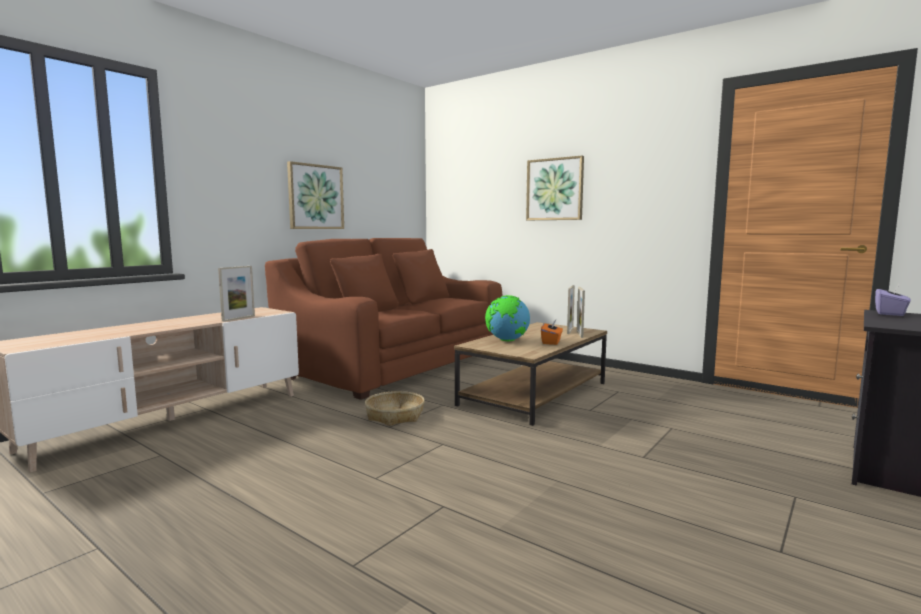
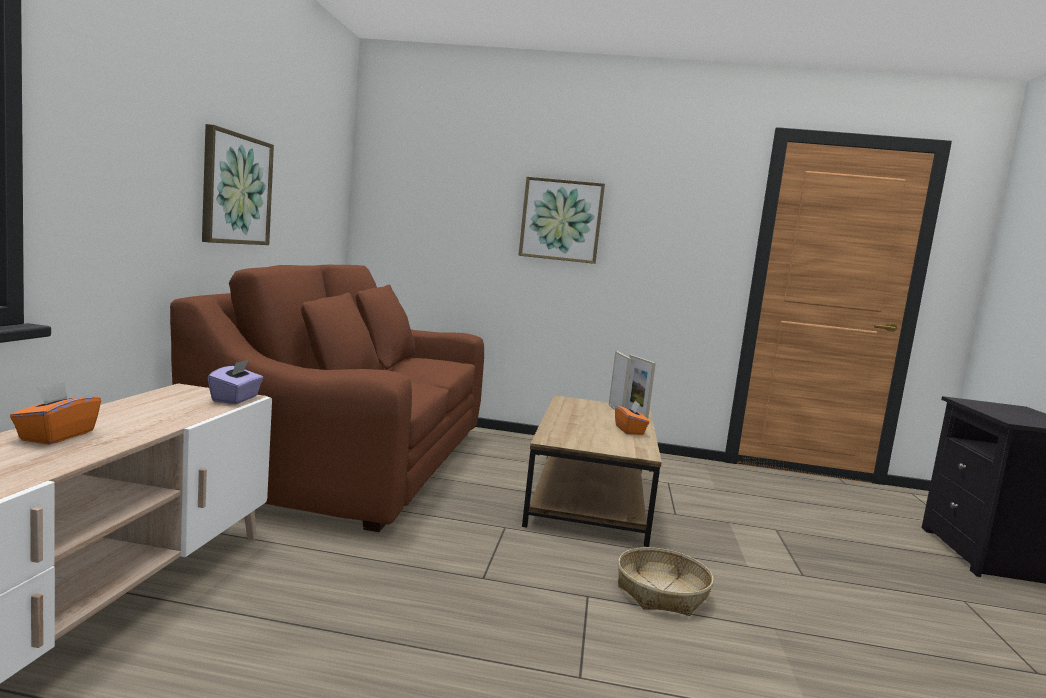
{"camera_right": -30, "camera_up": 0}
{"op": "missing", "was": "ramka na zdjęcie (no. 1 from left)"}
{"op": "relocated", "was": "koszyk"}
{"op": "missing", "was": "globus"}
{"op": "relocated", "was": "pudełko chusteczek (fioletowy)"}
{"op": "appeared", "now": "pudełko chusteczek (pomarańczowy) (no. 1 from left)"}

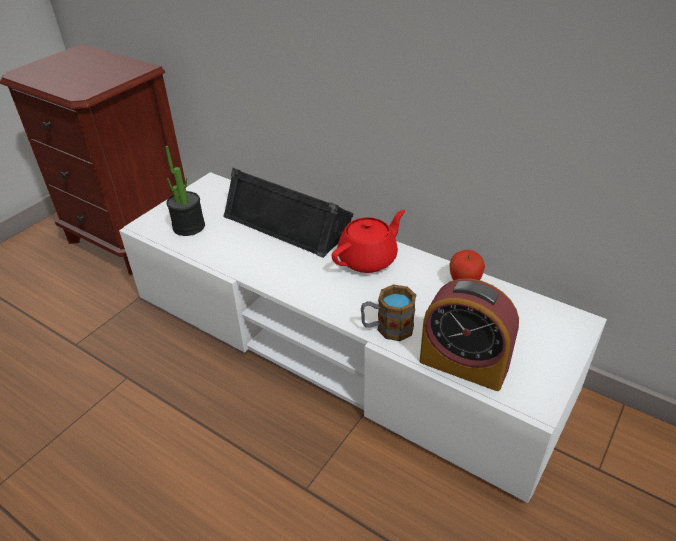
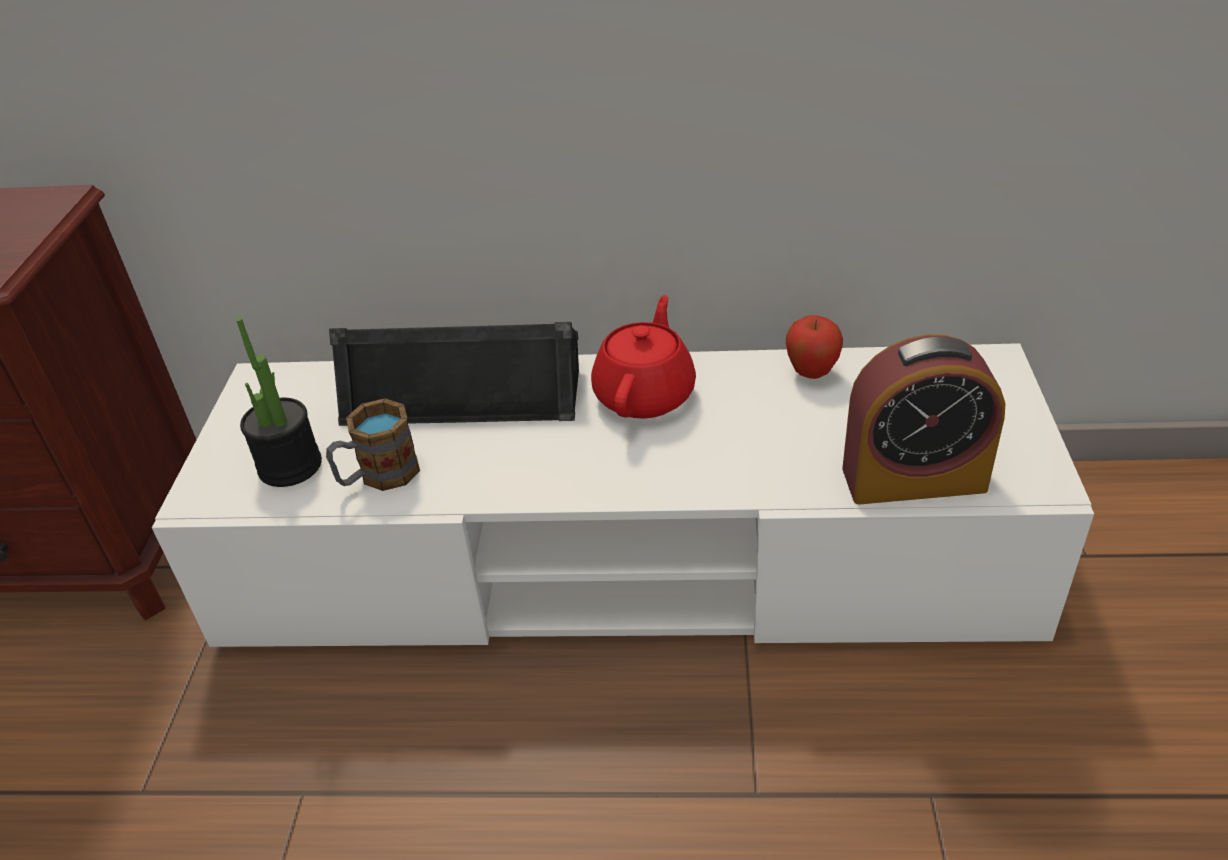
{"camera_right": -30, "camera_up": 0}
{"op": "relocated", "was": "kubek"}

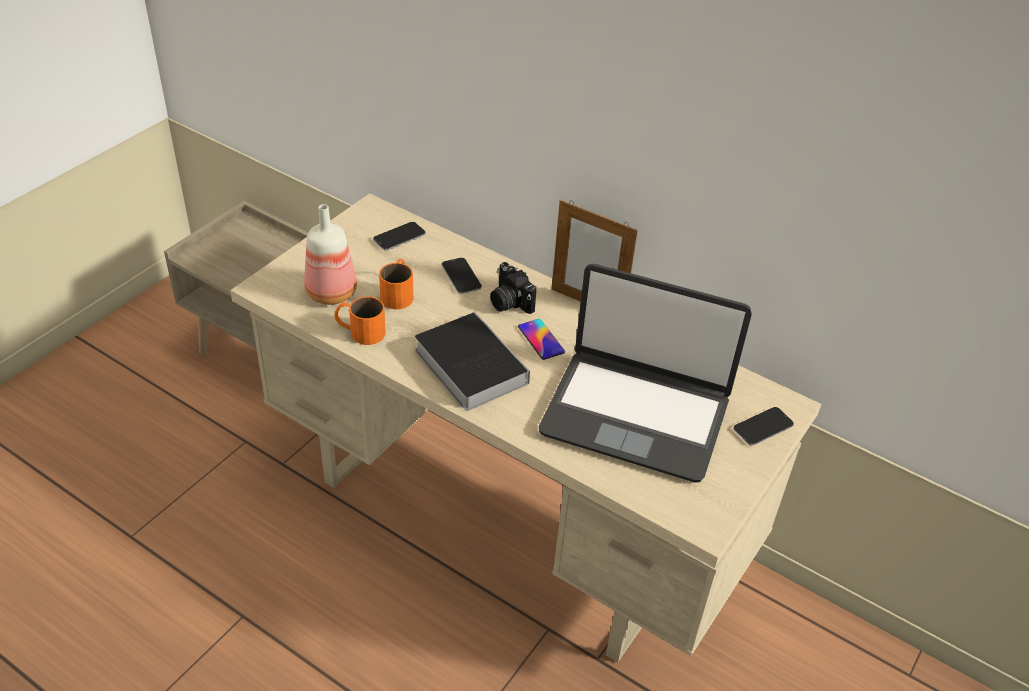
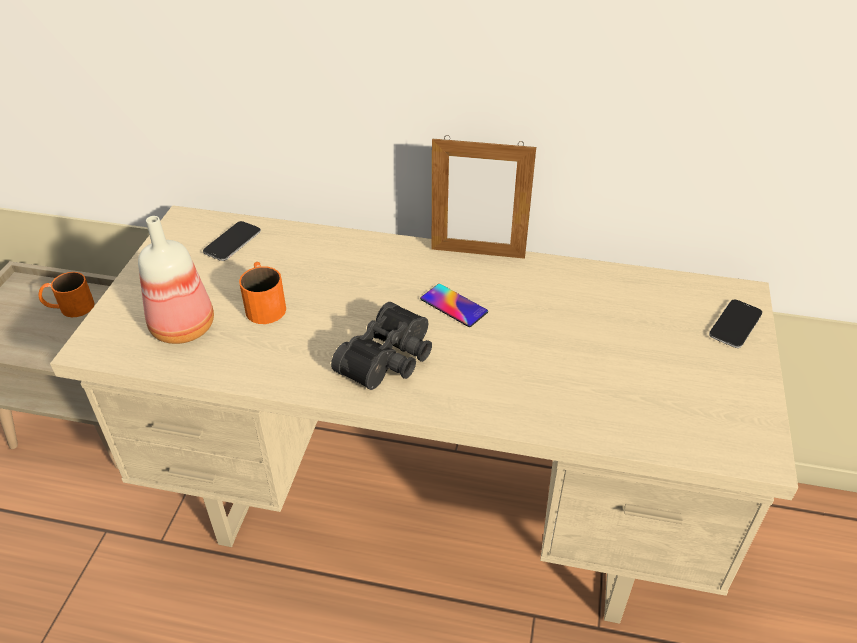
{"camera_right": -20, "camera_up": 0}
{"op": "relocated", "was": "kubek (pomarańczowy) (no. 1 from left)"}
{"op": "exchanged", "was": "książka", "now": "lornetka (czarny)"}
{"op": "missing", "was": "telefon (no. 2 from left)"}
{"op": "missing", "was": "aparat fotograficzny"}
{"op": "missing", "was": "laptop"}

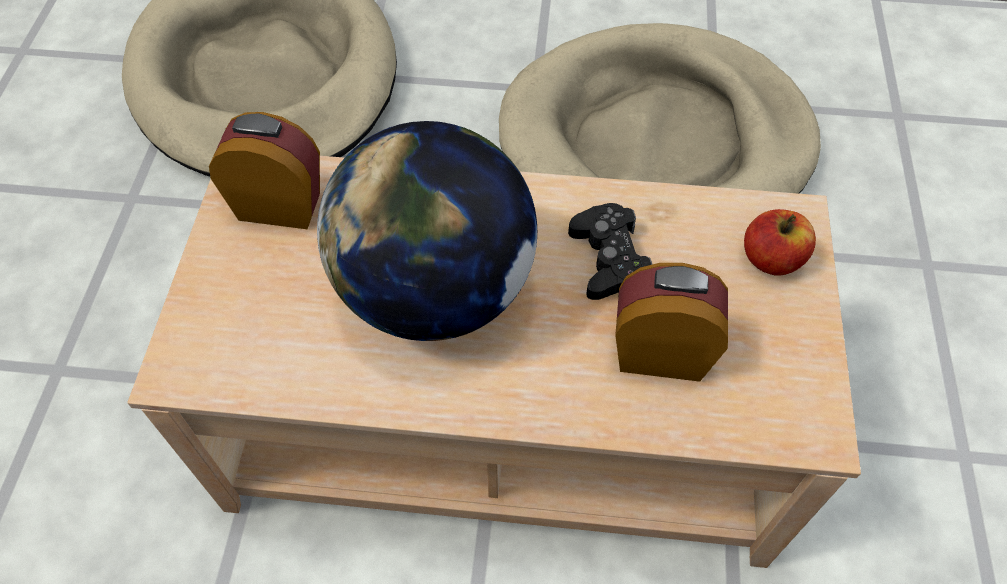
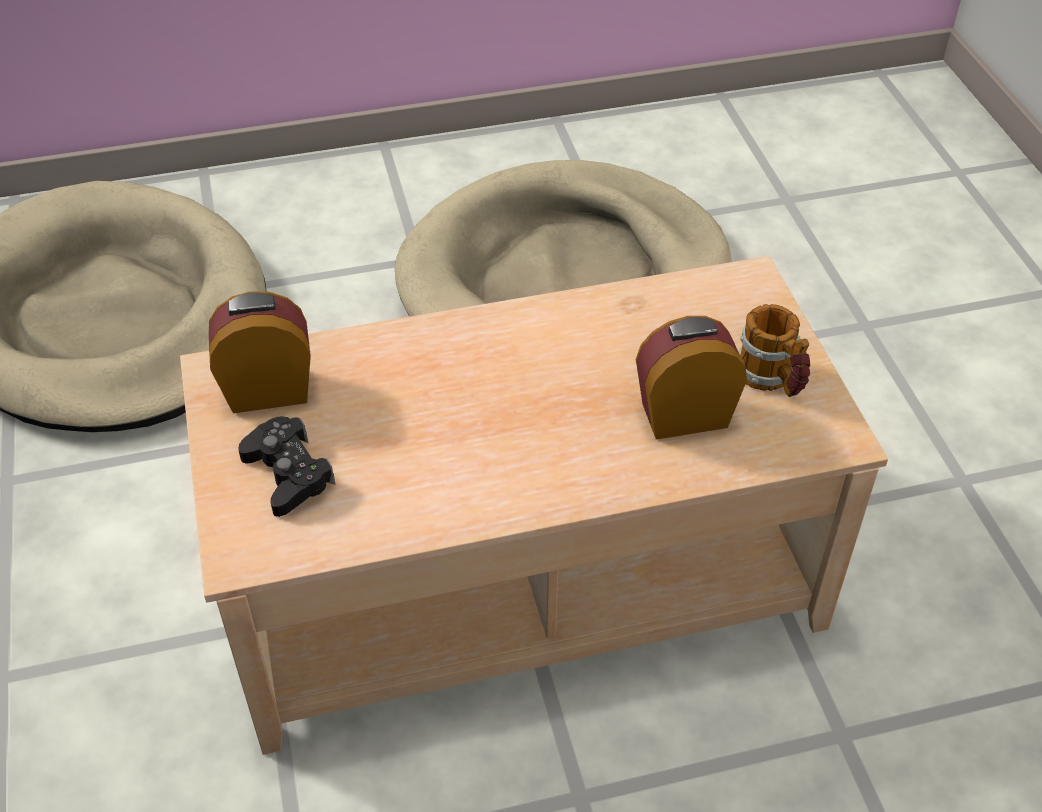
{"camera_right": -20, "camera_up": -10}
{"op": "missing", "was": "globus"}
{"op": "relocated", "was": "pad do gier (czarny)"}
{"op": "missing", "was": "jabłko"}
{"op": "appeared", "now": "kubek"}

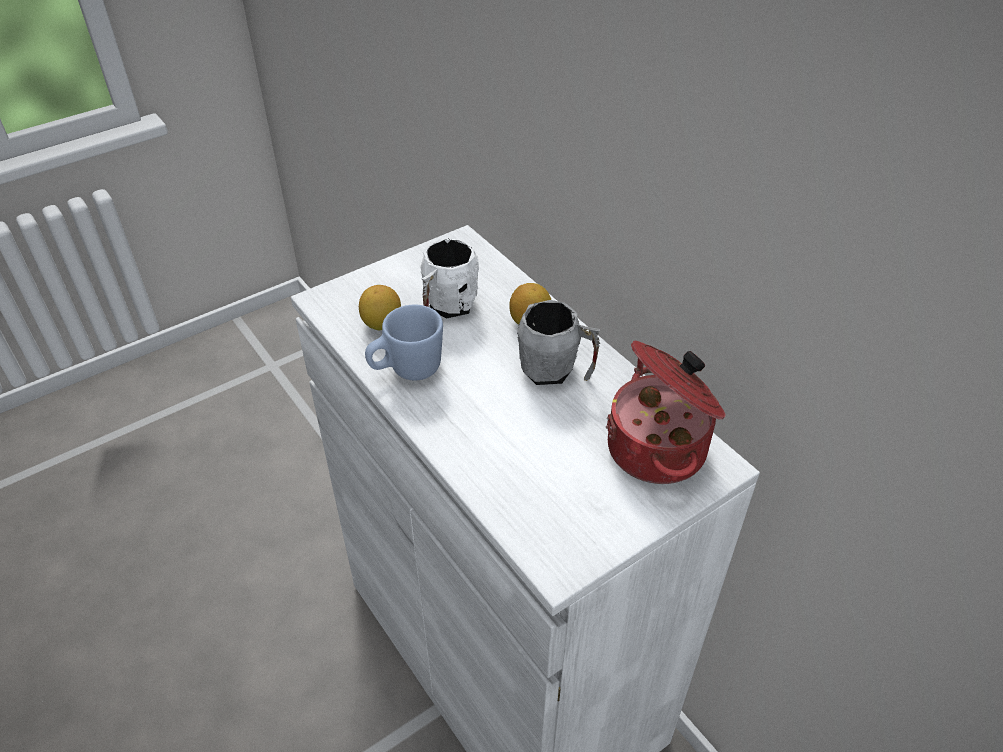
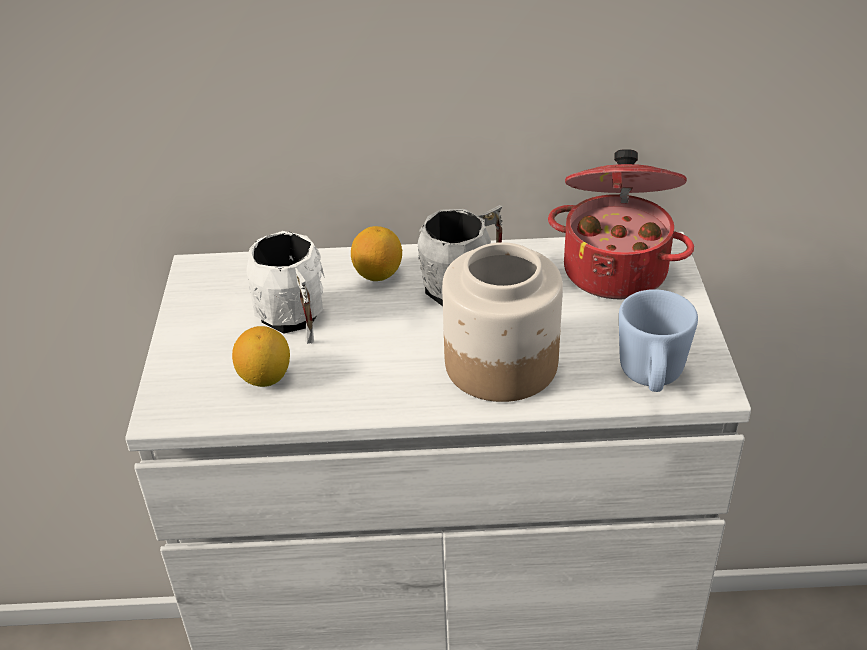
{"camera_right": -55, "camera_up": -5}
{"op": "relocated", "was": "kubek (niebieski)"}
{"op": "appeared", "now": "słoik"}

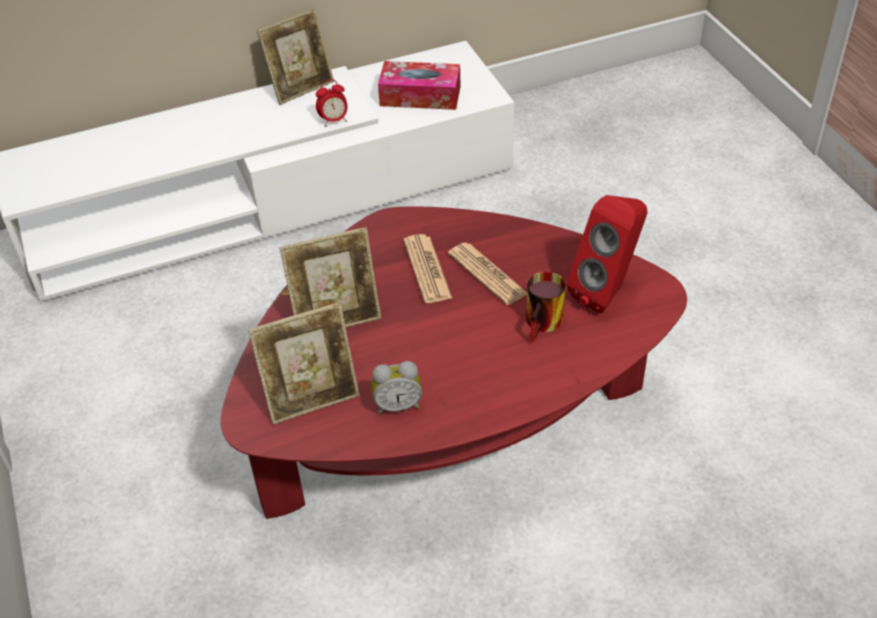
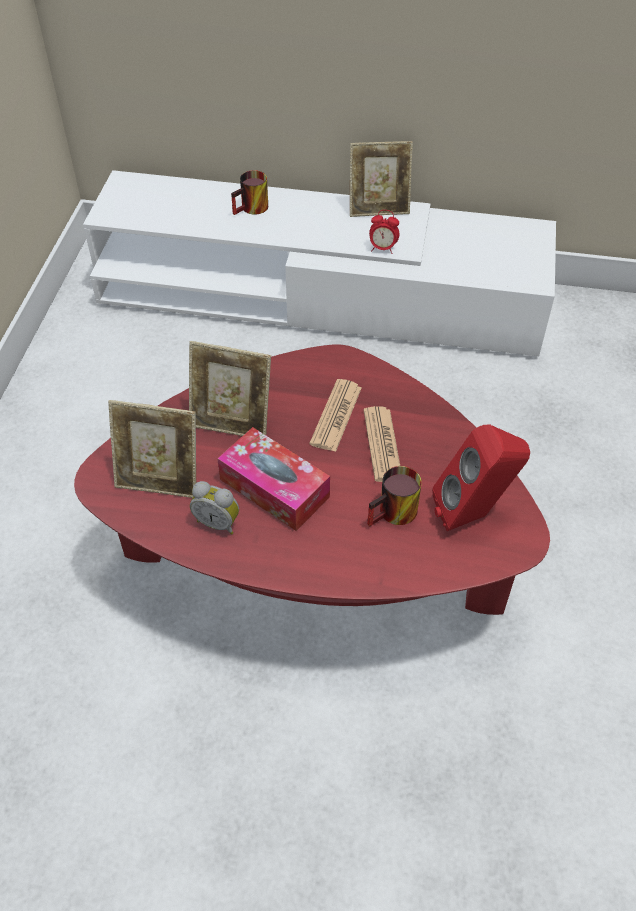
{"camera_right": 30, "camera_up": 5}
{"op": "relocated", "was": "pudełko chusteczek"}
{"op": "appeared", "now": "kubek (no. 1 from left)"}

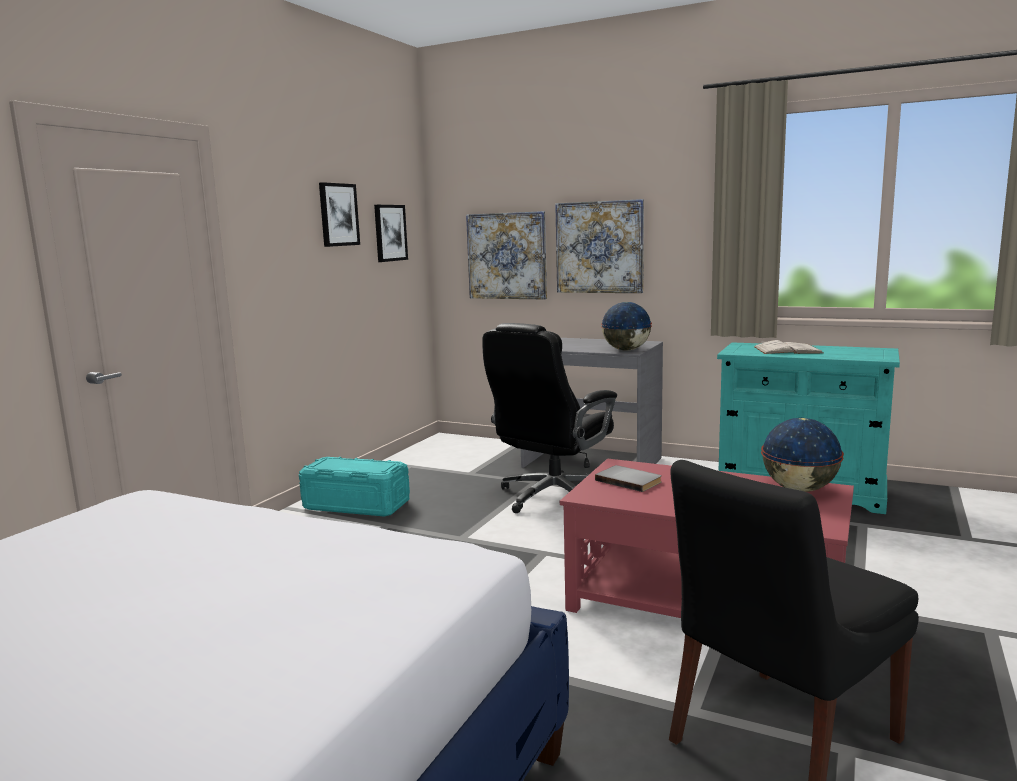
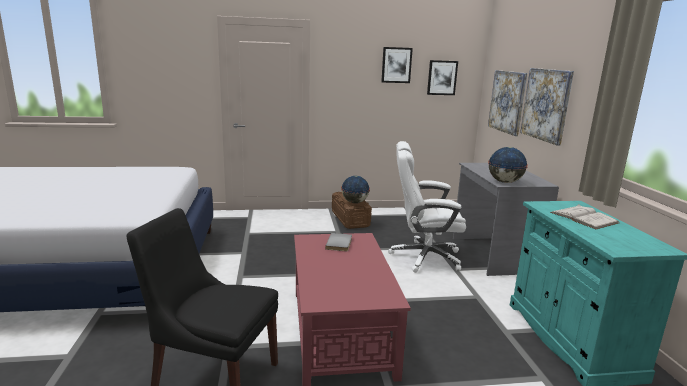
{"camera_right": 55, "camera_up": 5}
{"op": "colour", "was": "pojemnik do przechowywania (turkusowy)", "now": "pojemnik do przechowywania (brązowy)"}
{"op": "colour", "was": "krzesło biurowe (czarny)", "now": "krzesło biurowe (biały)"}
{"op": "relocated", "was": "globus (no. 2 from left in the first image)", "now": "globus (no. 1 from left)"}

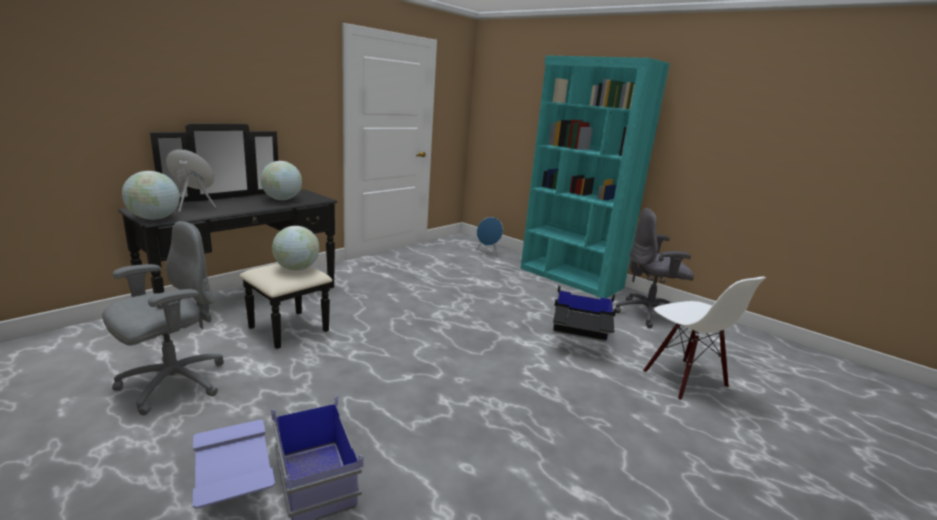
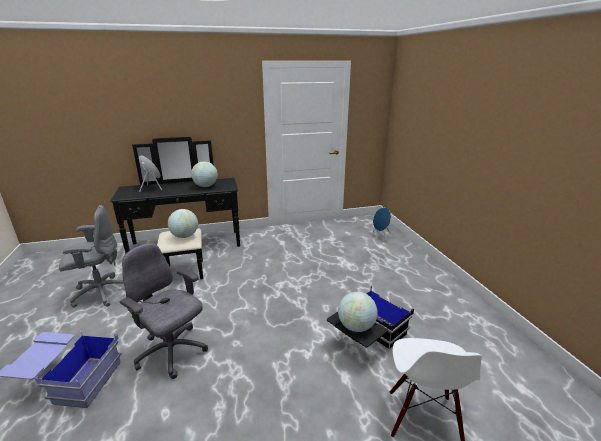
{"camera_right": 35, "camera_up": 5}
{"op": "relocated", "was": "globus (no. 1 from left in the first image)", "now": "globus (no. 3 from left)"}
{"op": "missing", "was": "regał (turkusowy)"}
{"op": "relocated", "was": "krzesło biurowe (szary) (no. 2 from left)"}

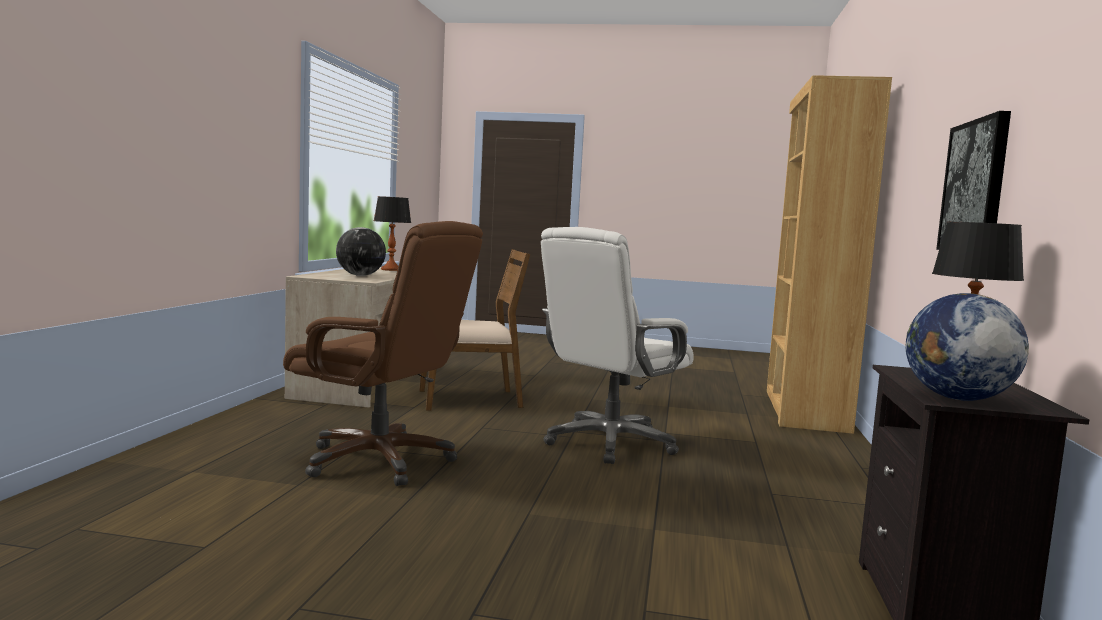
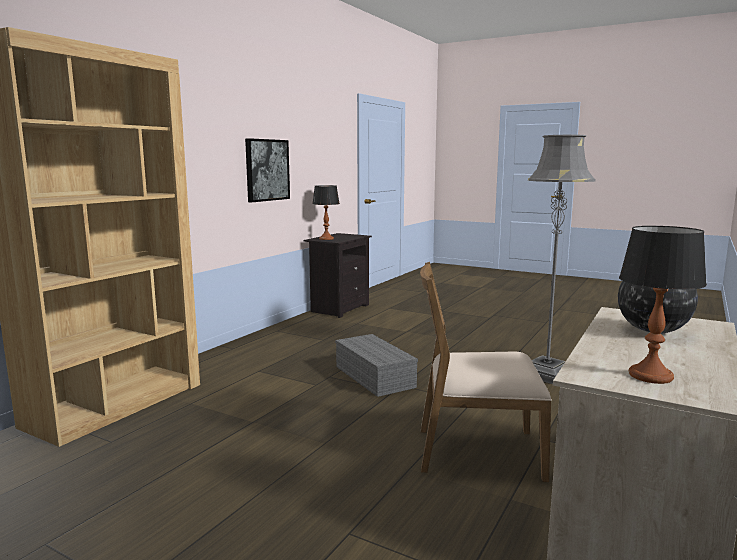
{"camera_right": -160, "camera_up": 5}
{"op": "exchanged", "was": "krzesło biurowe (brązowy)", "now": "lampa stojąca (szary)"}
{"op": "exchanged", "was": "krzesło biurowe (biały)", "now": "pojemnik do przechowywania (szary)"}
{"op": "missing", "was": "globus (no. 2 from left)"}

